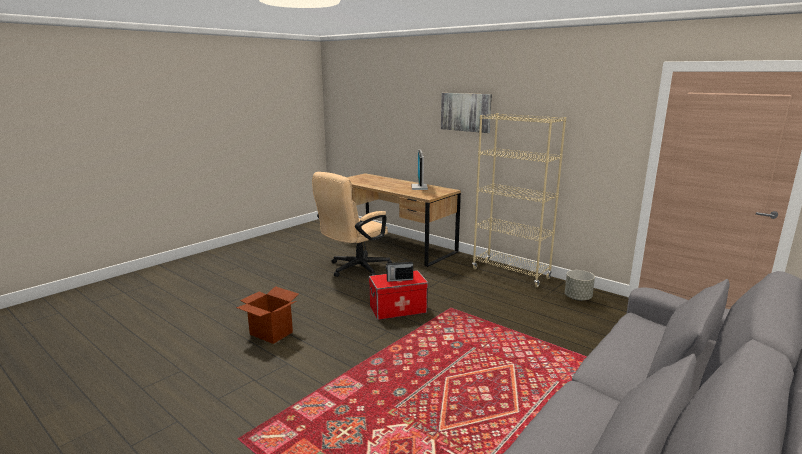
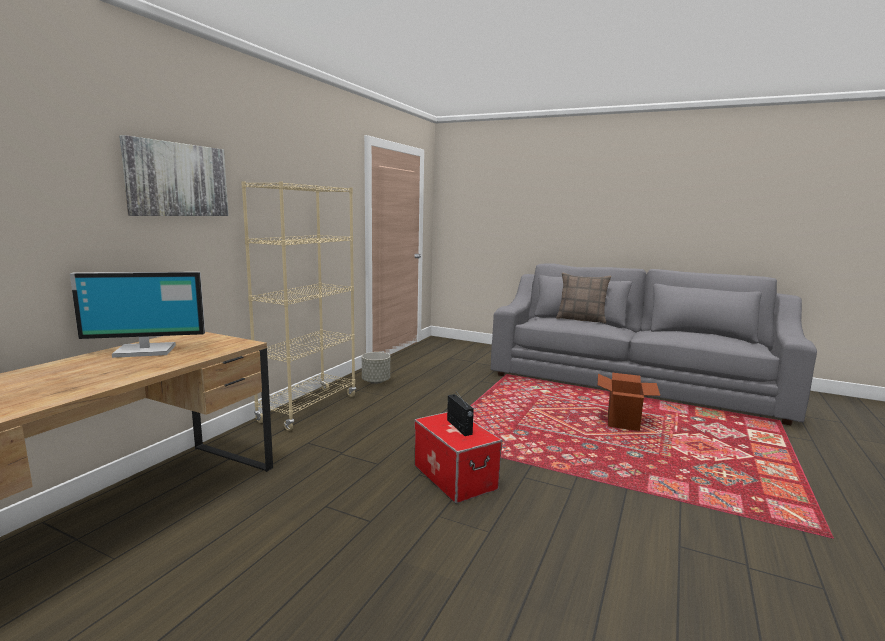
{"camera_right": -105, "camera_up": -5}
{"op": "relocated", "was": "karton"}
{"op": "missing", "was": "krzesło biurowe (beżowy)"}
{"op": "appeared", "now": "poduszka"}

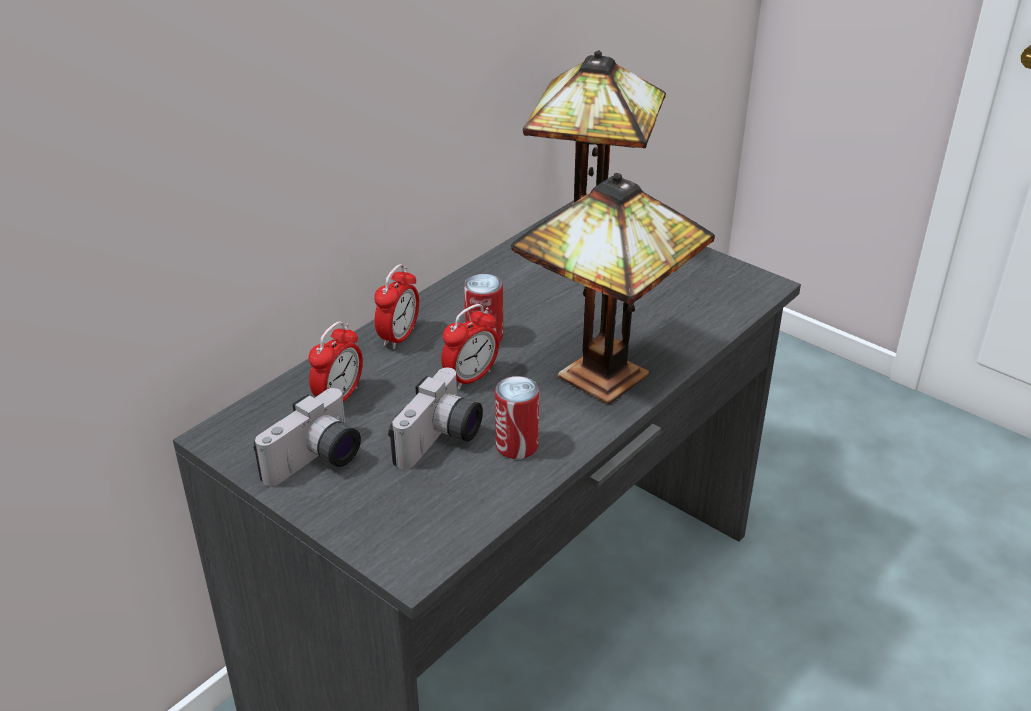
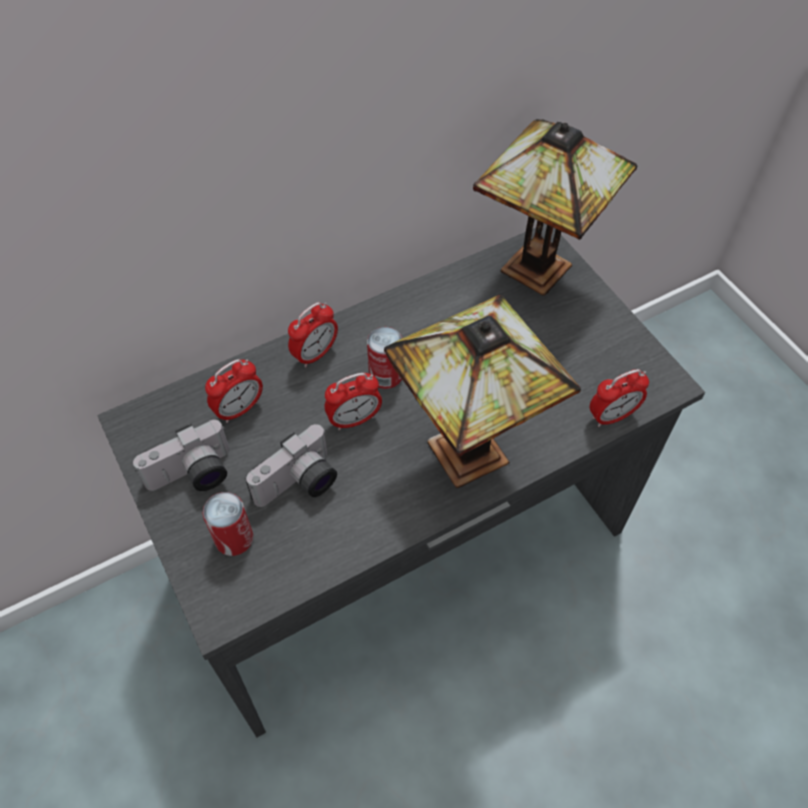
{"camera_right": 20, "camera_up": 20}
{"op": "relocated", "was": "puszka (no. 2 from left in the first image)", "now": "puszka (no. 1 from left)"}
{"op": "appeared", "now": "budzik (no. 4 from left)"}

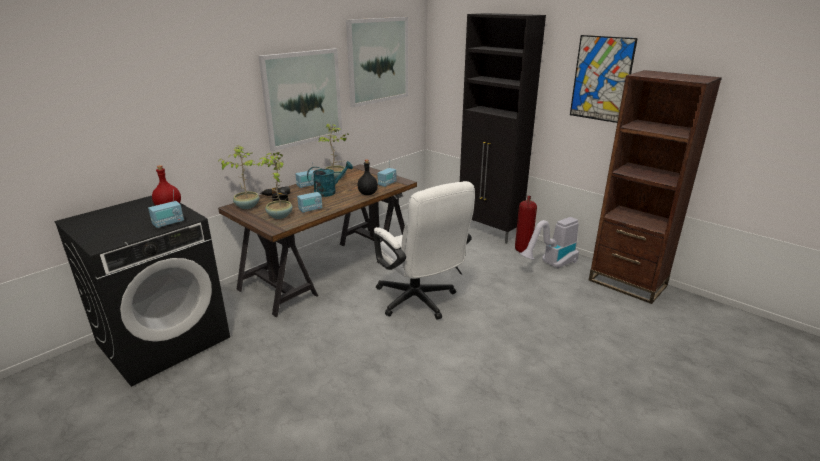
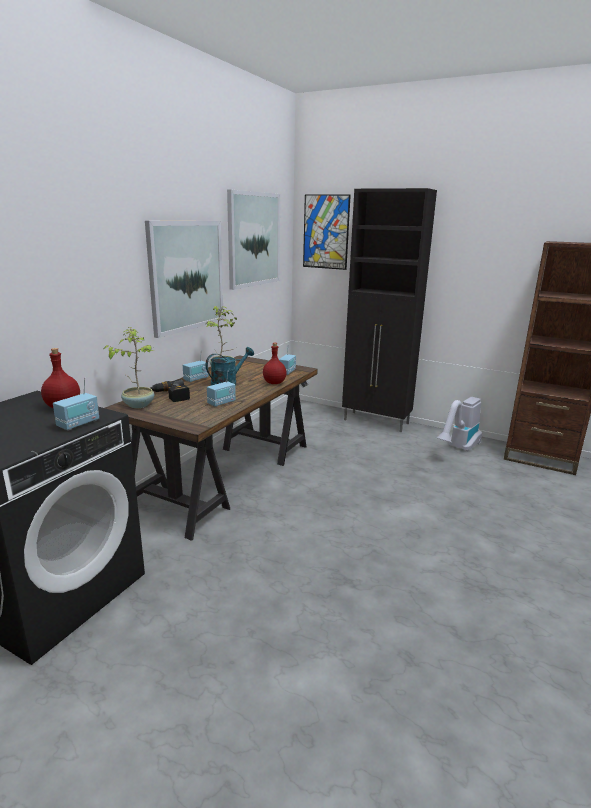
{"camera_right": -15, "camera_up": -5}
{"op": "missing", "was": "roślina doniczkowa (no. 2 from left)"}
{"op": "colour", "was": "butelka (czarny)", "now": "butelka (czerwony) (no. 2 from left)"}
{"op": "missing", "was": "krzesło biurowe (biały)"}
{"op": "missing", "was": "gaśnica"}
{"op": "relocated", "was": "obraz (no. 3 from left)"}

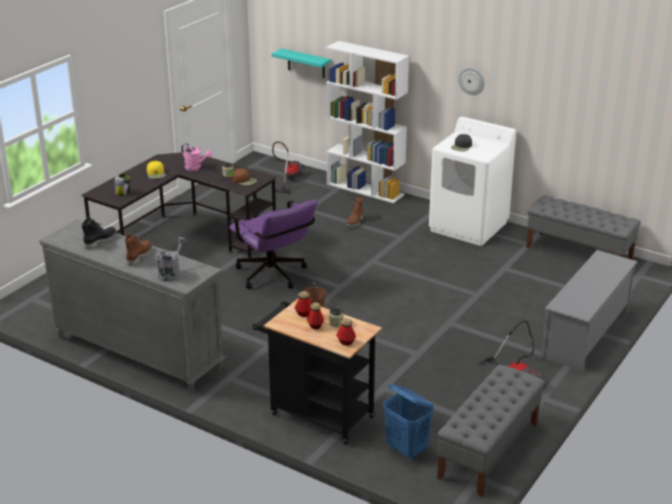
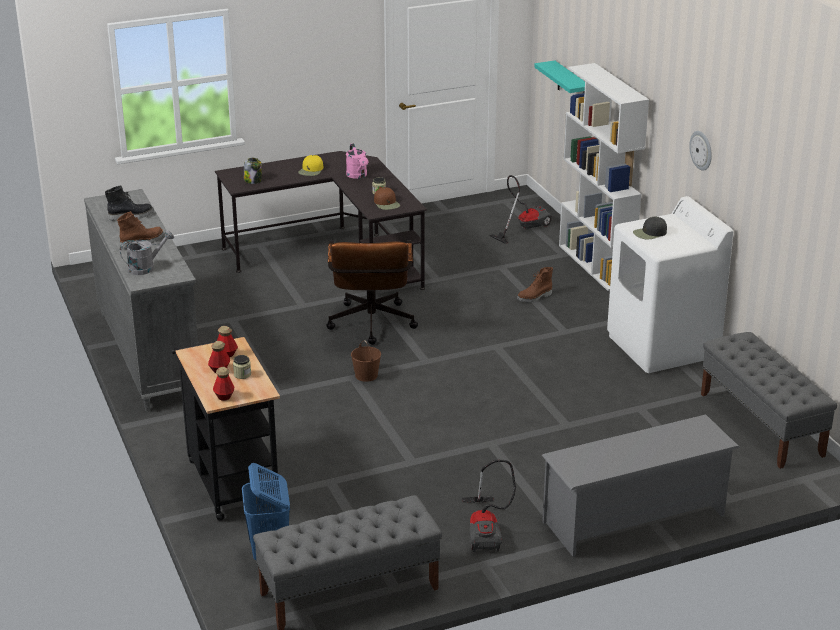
{"camera_right": 35, "camera_up": 0}
{"op": "colour", "was": "krzesło biurowe (fioletowy)", "now": "krzesło biurowe (brązowy)"}

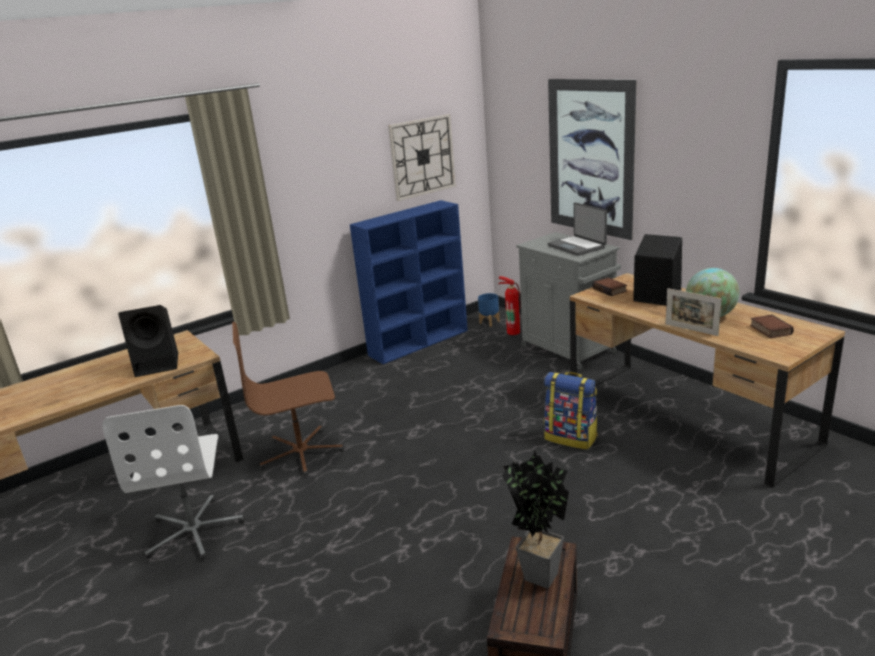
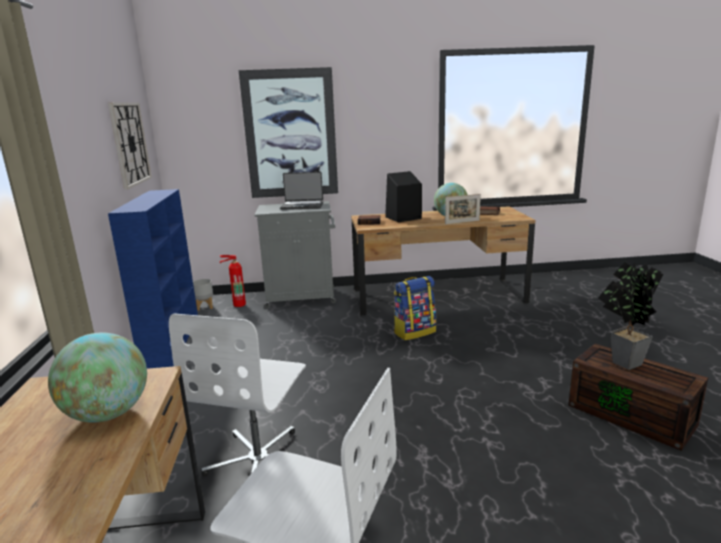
{"camera_right": -60, "camera_up": -5}
{"op": "exchanged", "was": "głośnik (czarny) (no. 1 from left)", "now": "globus (no. 1 from left)"}
{"op": "colour", "was": "krzesło biurowe (brązowy)", "now": "krzesło biurowe (biały) (no. 1 from left)"}
{"op": "colour", "was": "donica (niebieski)", "now": "donica (szary)"}

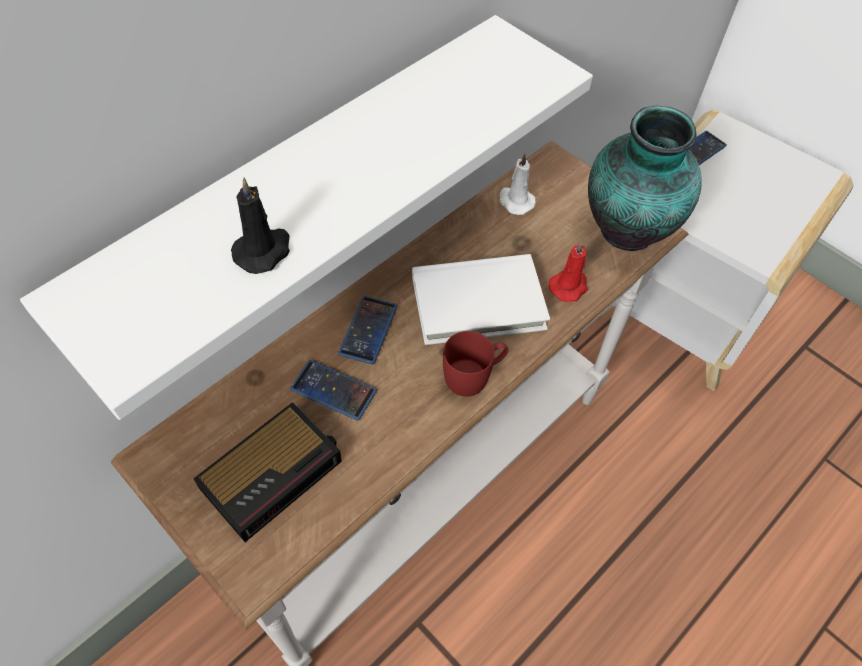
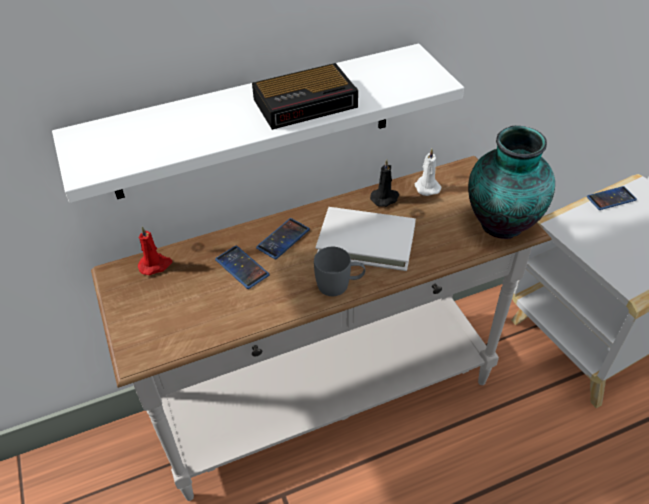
{"camera_right": 25, "camera_up": -10}
{"op": "relocated", "was": "budzik"}
{"op": "relocated", "was": "świeca (czarny)"}
{"op": "colour", "was": "kubek (czerwony)", "now": "kubek (szary)"}
{"op": "relocated", "was": "świeca (czerwony)"}

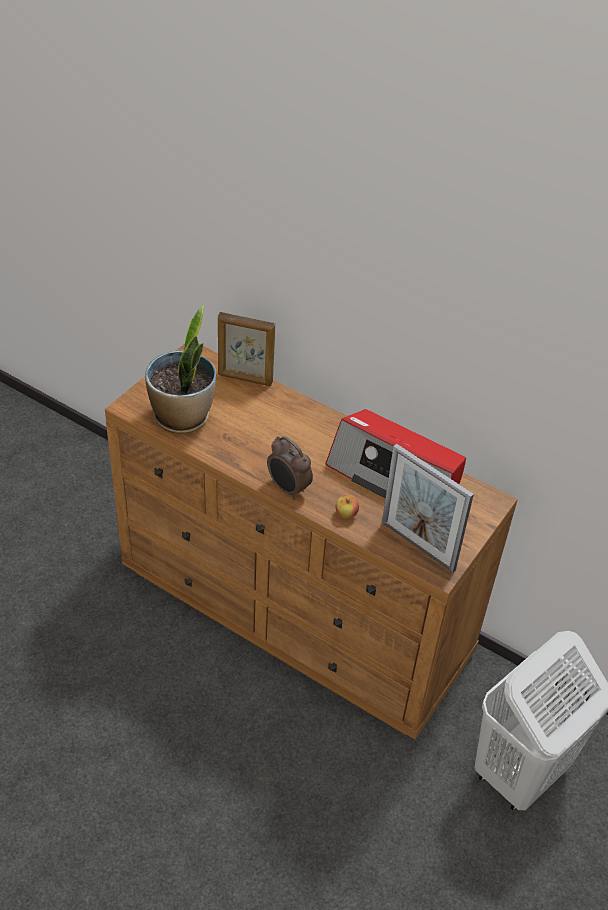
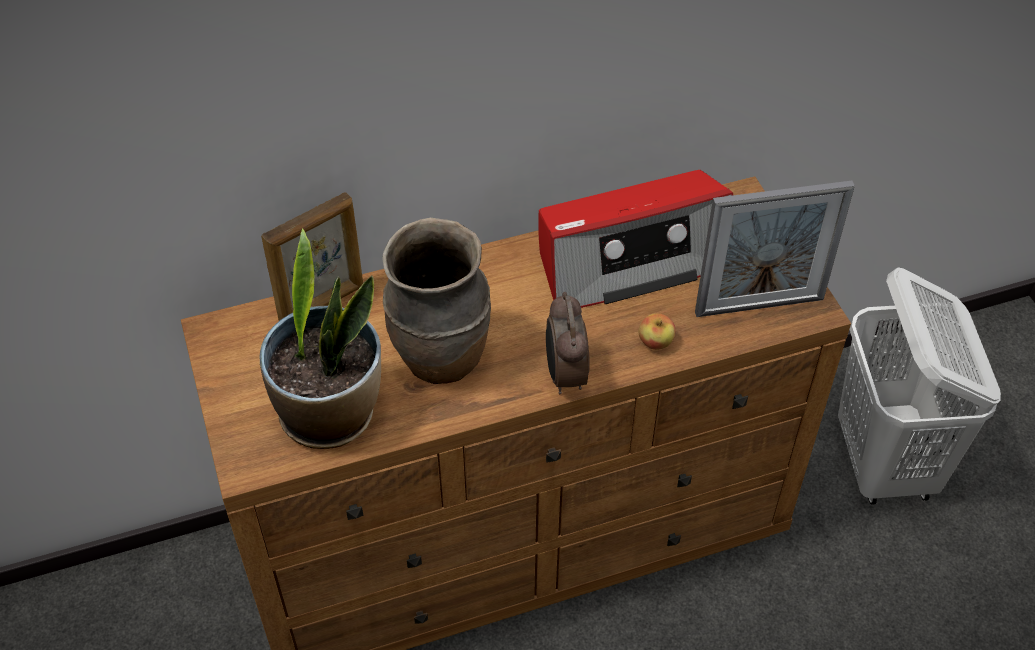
{"camera_right": -50, "camera_up": 5}
{"op": "spun", "was": "budzik", "clockwise": 90}
{"op": "appeared", "now": "wazon (brązowy)"}

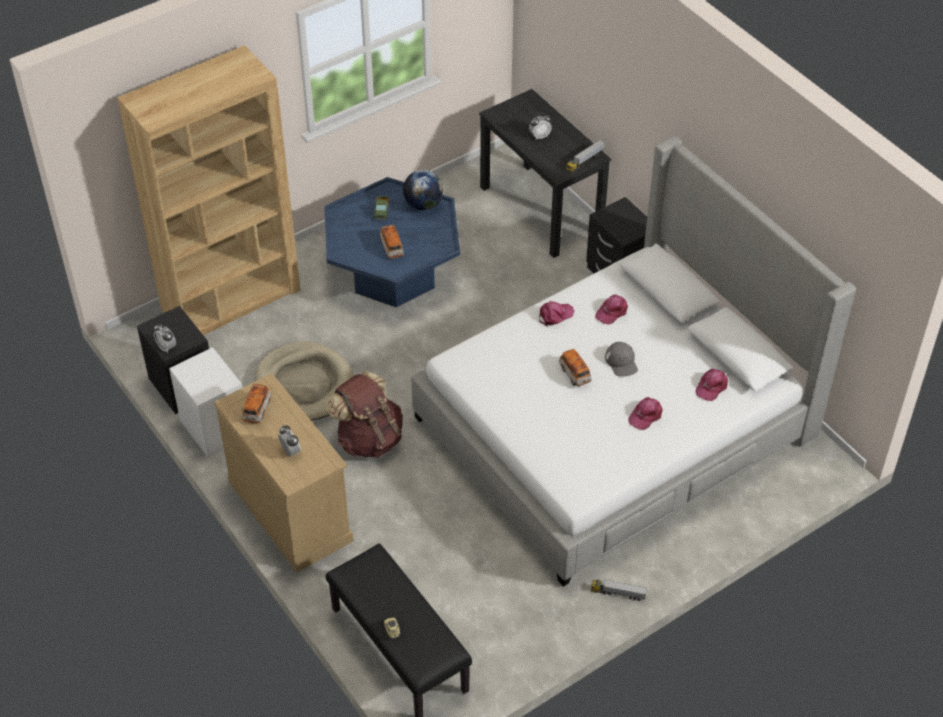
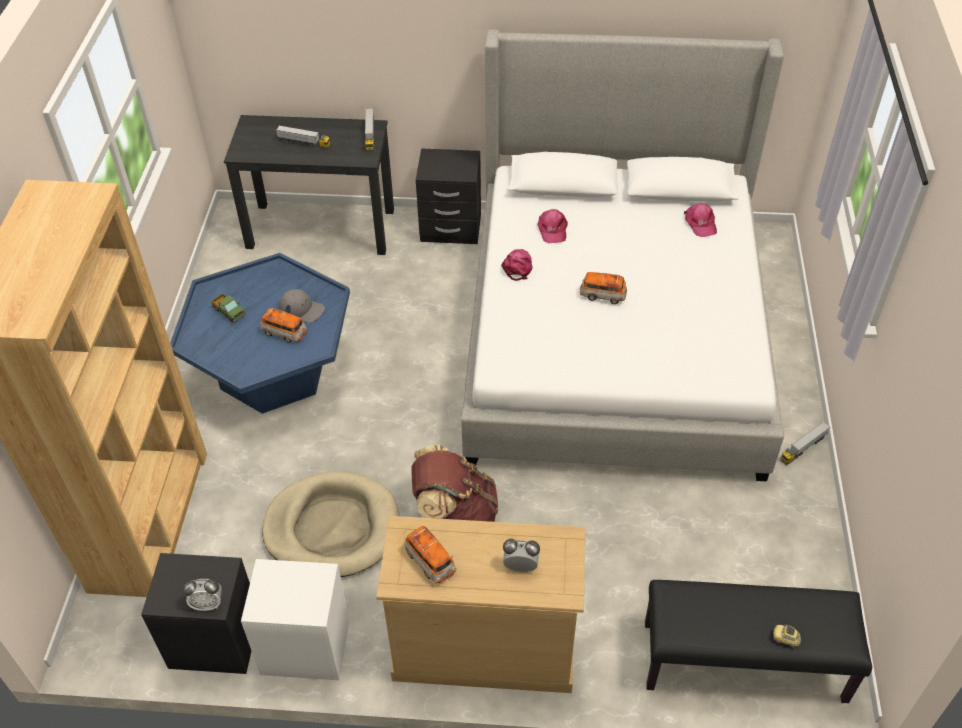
{"camera_right": -50, "camera_up": 0}
{"op": "missing", "was": "globus"}
{"op": "exchanged", "was": "budzik (no. 3 from left)", "now": "ciężarówka zabawkowa (no. 2 from left)"}
{"op": "relocated", "was": "czapka z daszkiem (szary)"}
{"op": "missing", "was": "czapka z daszkiem (różowy) (no. 3 from left)"}

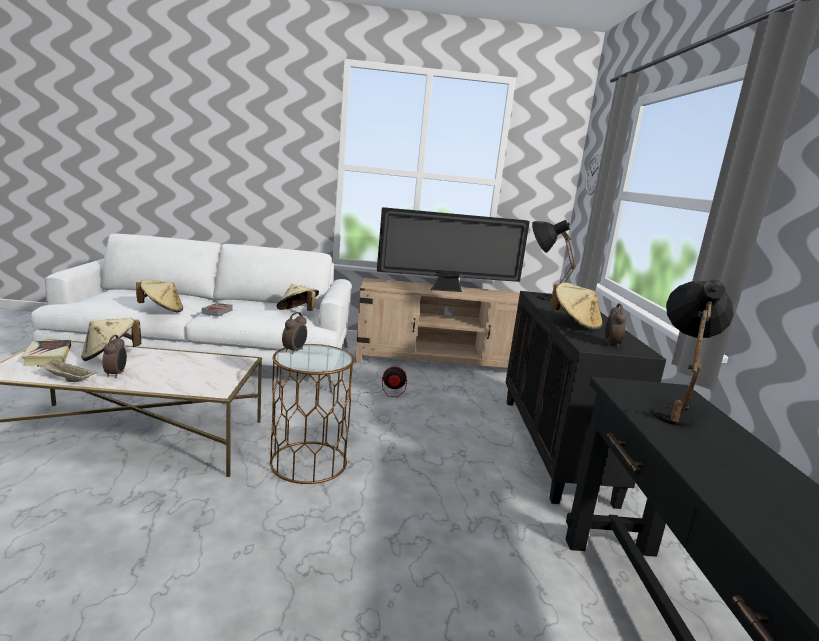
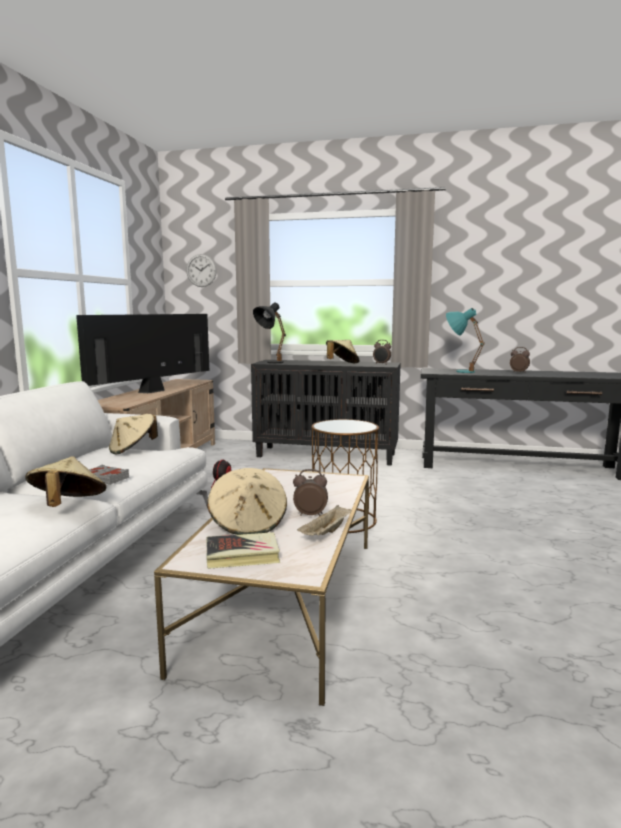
{"camera_right": -75, "camera_up": -5}
{"op": "relocated", "was": "budzik (no. 2 from left in the first image)", "now": "budzik (no. 3 from left)"}
{"op": "spun", "was": "telewizor", "clockwise": -150}
{"op": "colour", "was": "lampa stołowa (czarny) (no. 2 from left)", "now": "lampa stołowa (turkusowy)"}

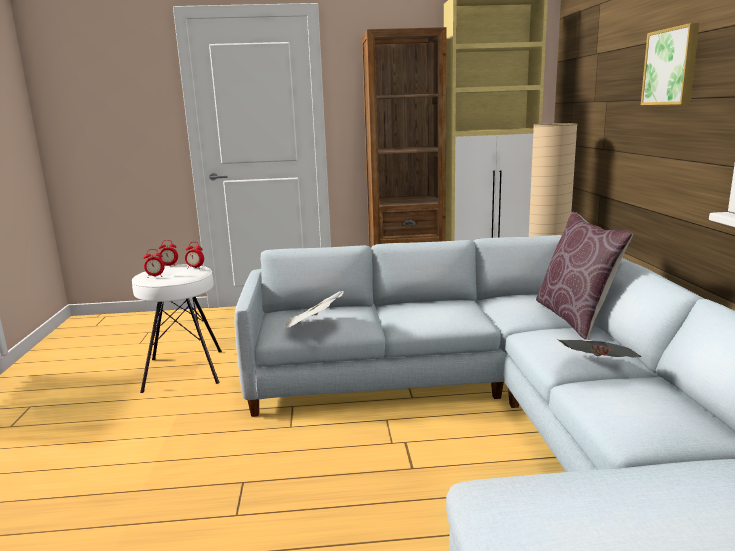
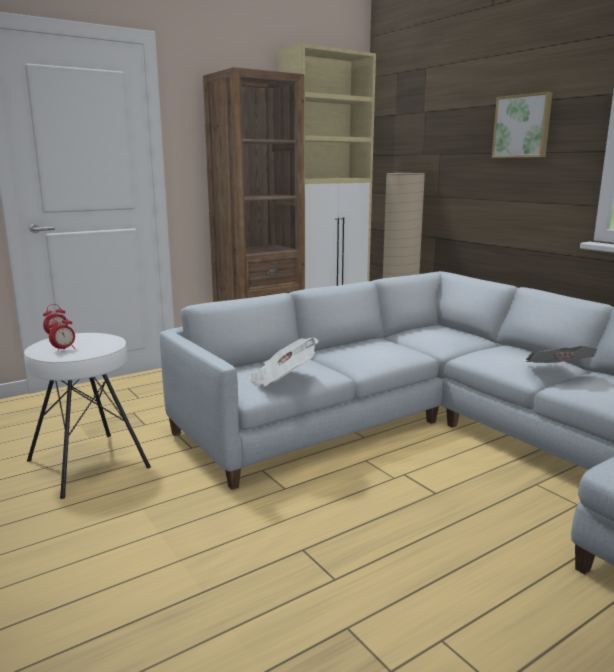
{"camera_right": -30, "camera_up": 0}
{"op": "missing", "was": "budzik (no. 3 from left)"}
{"op": "missing", "was": "poduszka (brązowy)"}

